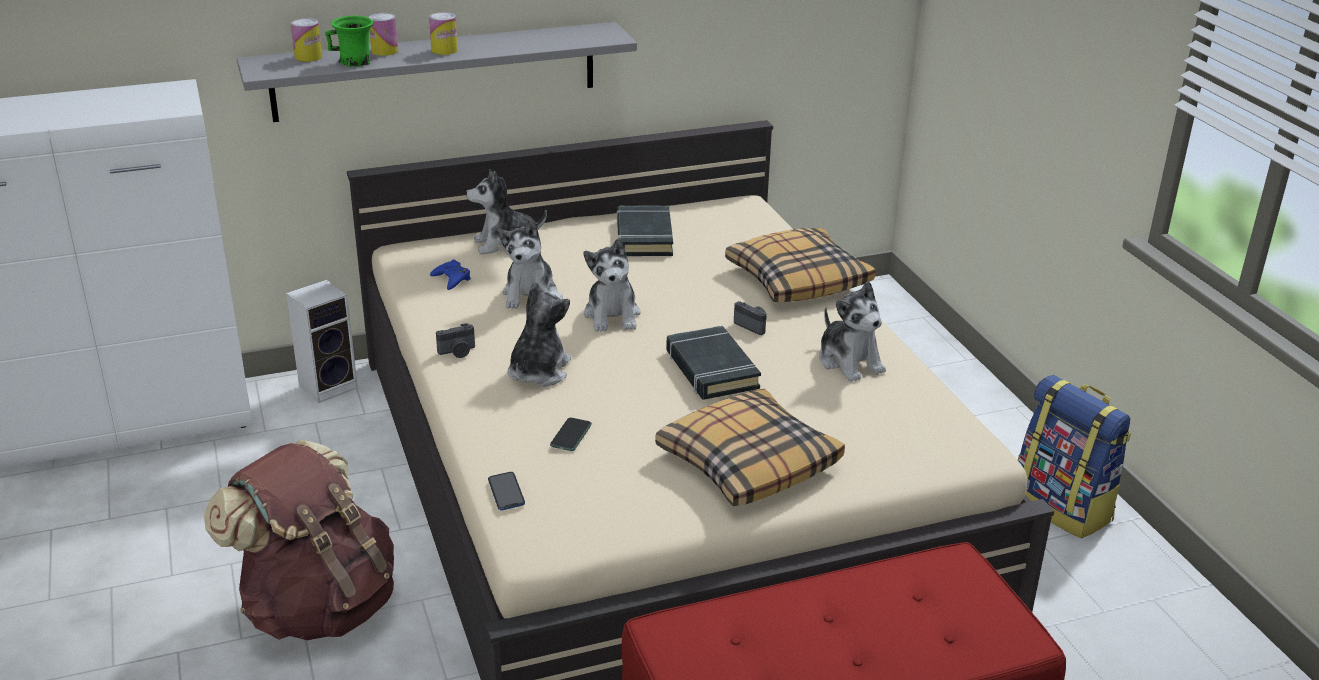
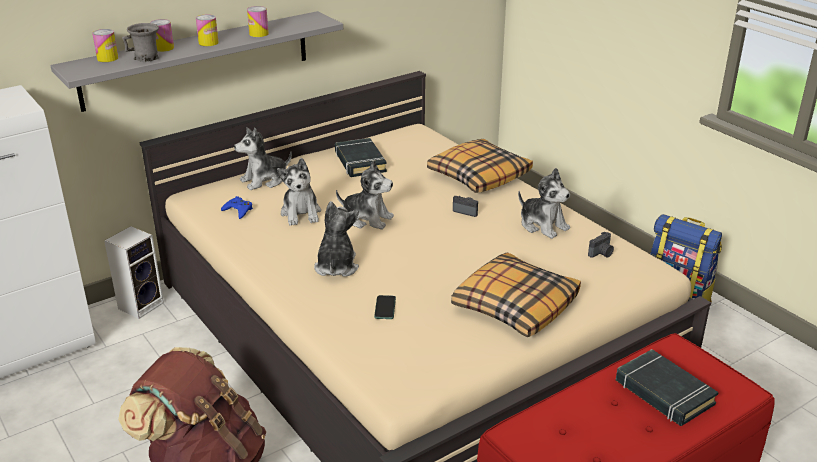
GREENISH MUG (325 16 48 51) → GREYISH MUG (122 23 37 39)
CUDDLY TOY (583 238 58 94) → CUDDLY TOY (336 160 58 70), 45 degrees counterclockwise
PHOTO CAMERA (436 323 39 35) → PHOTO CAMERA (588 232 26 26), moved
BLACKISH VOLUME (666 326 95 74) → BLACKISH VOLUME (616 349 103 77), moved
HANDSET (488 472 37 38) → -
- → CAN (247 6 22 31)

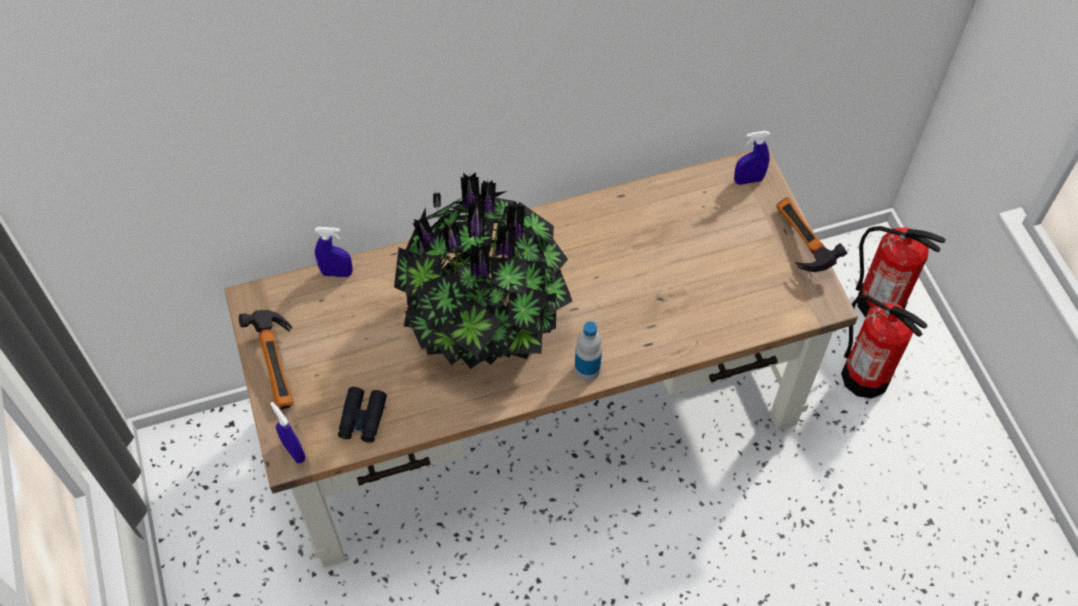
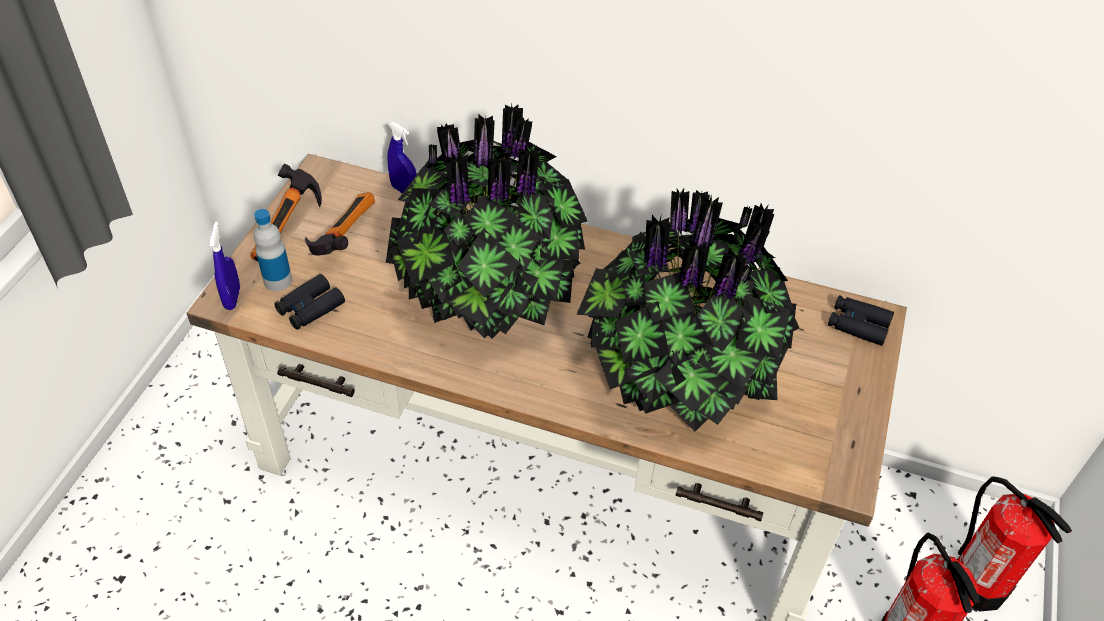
BLUISH SPRAY BOTTLE (734 131 36 54) → BLACKISH PAIR OF BINOCULARS (828 295 66 51)
TOOL HAMMER (776 197 72 75) → TOOL HAMMER (305 192 70 64), moved
BOTTLE (575 321 27 60) → BOTTLE (254 209 38 82), moved
- → PLANT IN A POT (576 189 223 243)

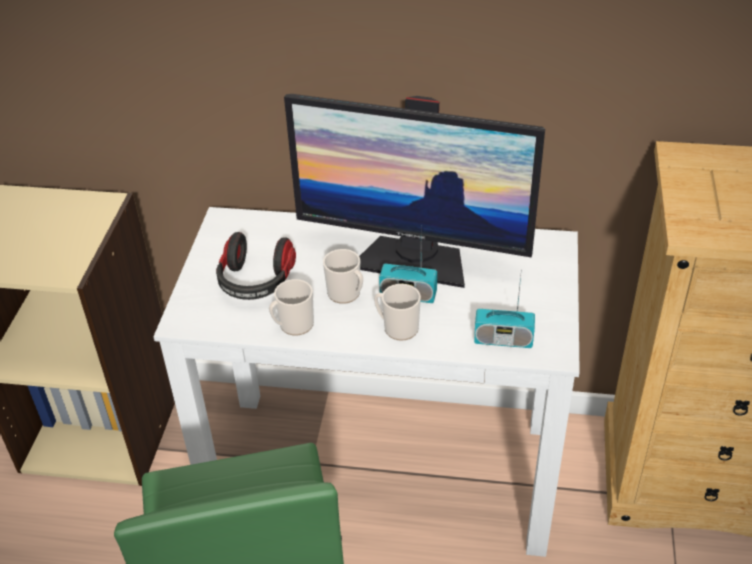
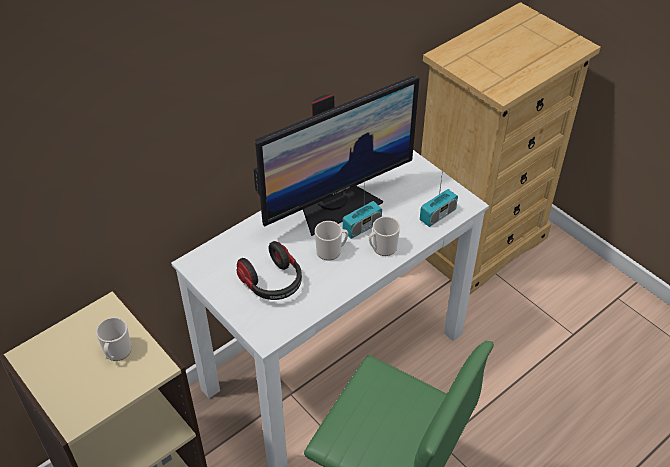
MUG (269 279 45 57) → MUG (96 317 36 44), moved

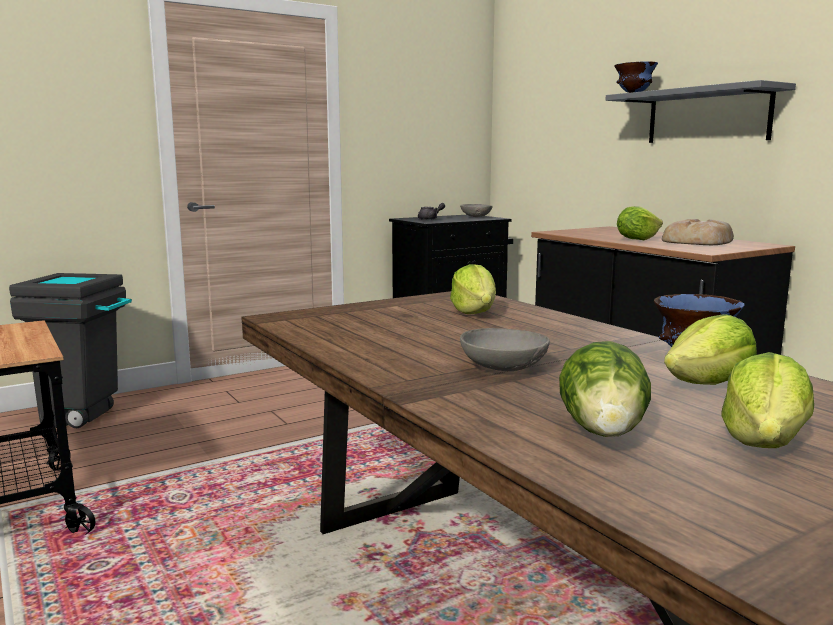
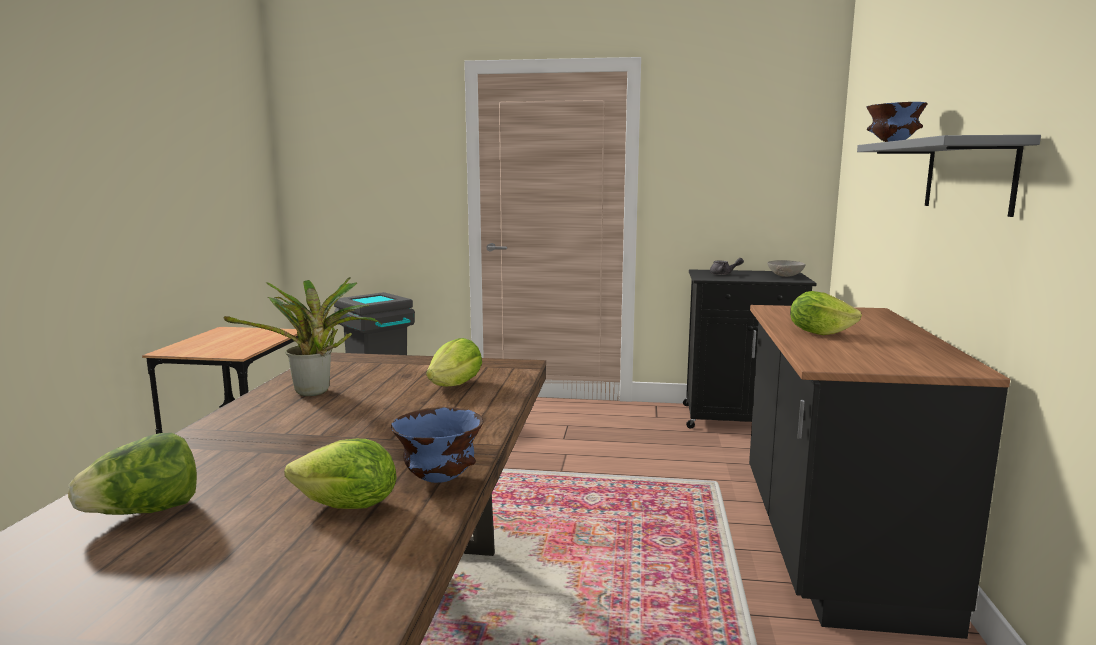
BAKED BREAD (662 219 72 26) → -
GREYISH SERVING BOWL (460 328 90 43) → -
HEAD OF LETTUCE (722 352 92 96) → -
- → PLANT IN A POT (224 277 158 119)

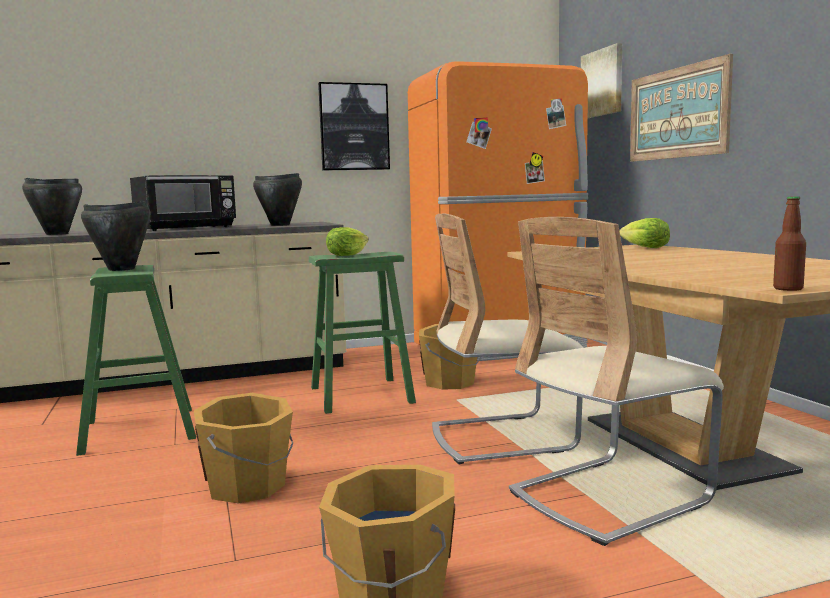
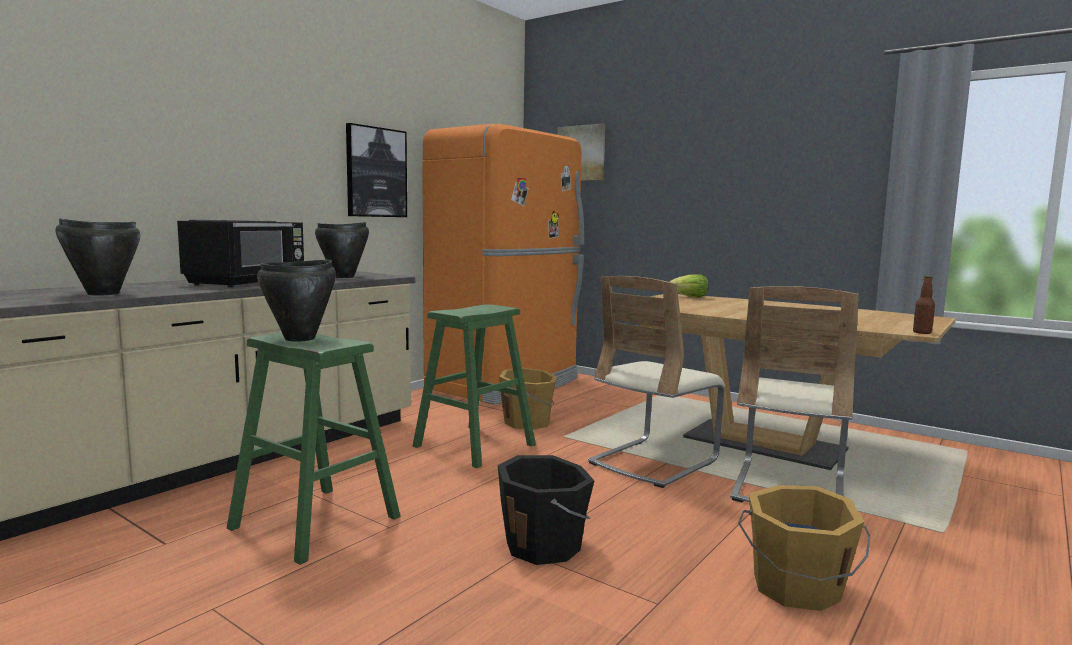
PICTURE (630 54 103 108) → -
HEAD OF LETTUCE (326 227 43 29) → -
ORANGEY PAIL (194 393 99 111) → BLACKISH PAIL (498 455 97 110)

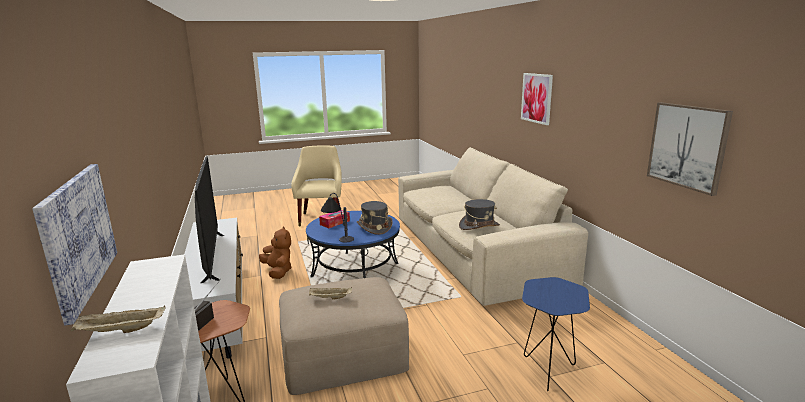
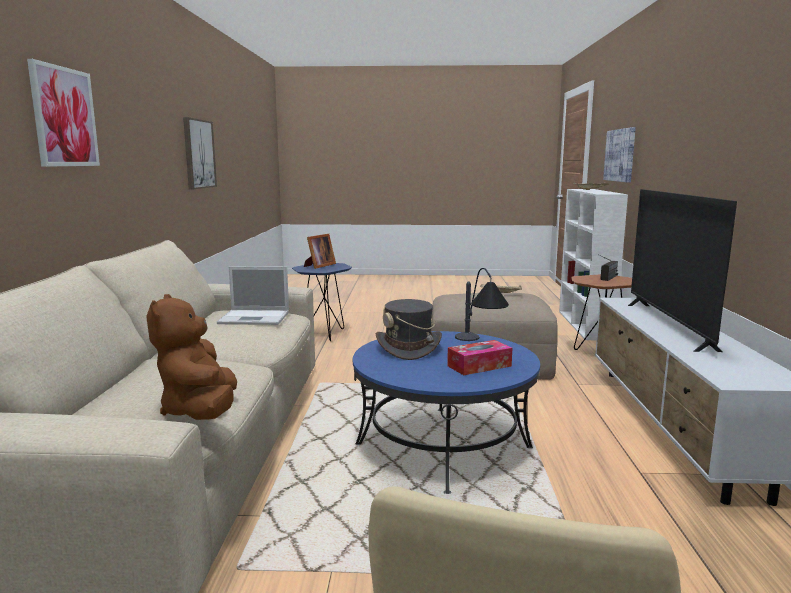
GREYISH CLOTHING HAT (459 199 41 31) → LAPTOP (217 266 72 59)
BROWN-COLOURED CUDDLY TOY (259 226 33 53) → BROWN-COLOURED CUDDLY TOY (146 294 91 126), moved
- → PICTURE FRAME (304 234 32 35)

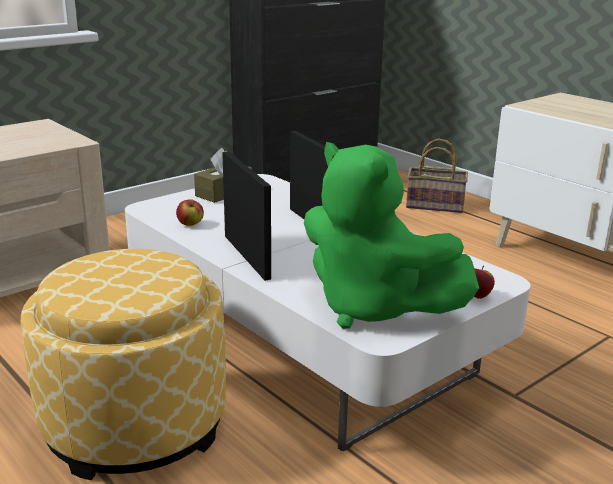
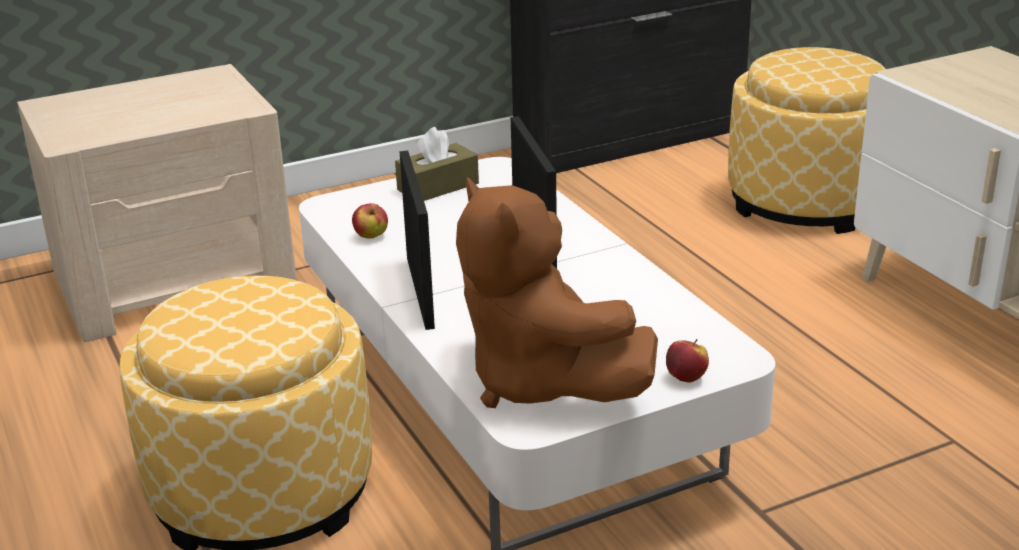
BASKET (406 138 62 75) → FOOTREST (728 47 158 187)
GREENISH CUDDLY TOY (304 142 175 187) → BROWN-COLOURED CUDDLY TOY (456 177 202 231)

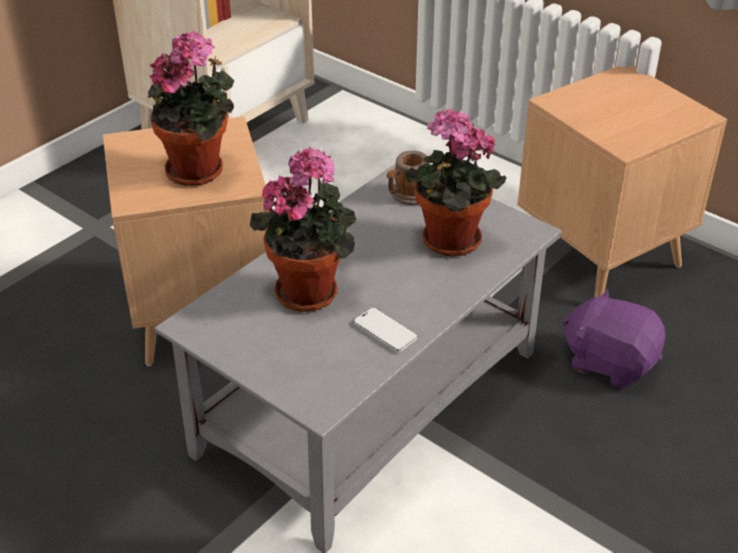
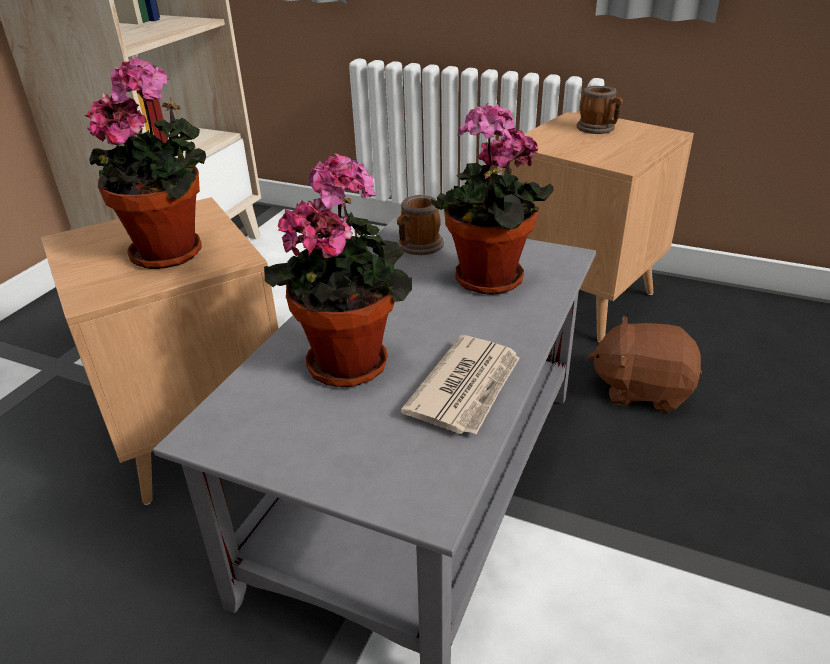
PURPLISH CUDDLY TOY (562 288 103 100) → BROWN-COLOURED CUDDLY TOY (588 315 114 97)
HANDSET (354 307 64 45) → PRINTED PAPER (401 335 119 99)
- → MUG (577 86 46 48)

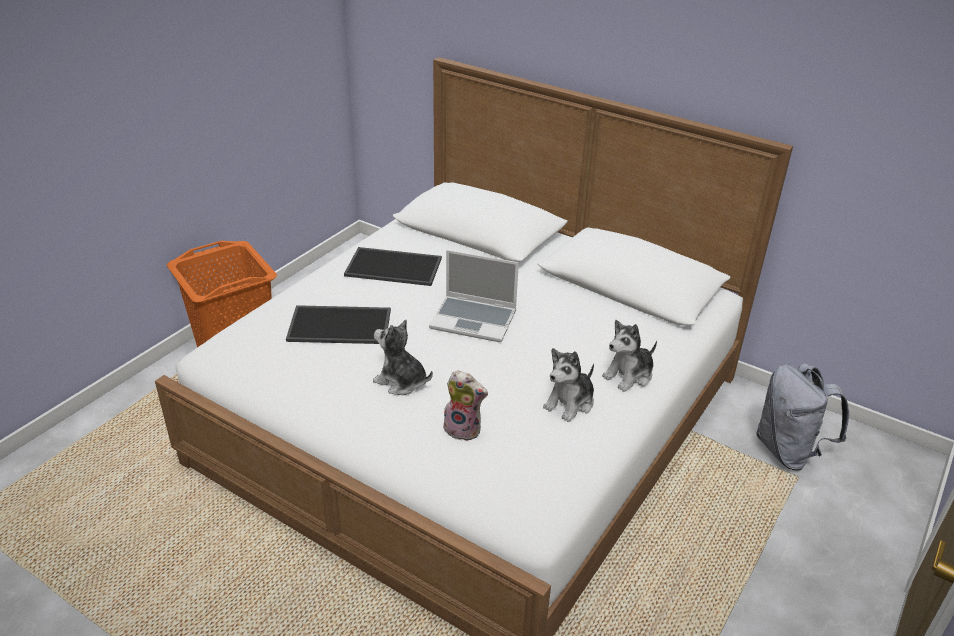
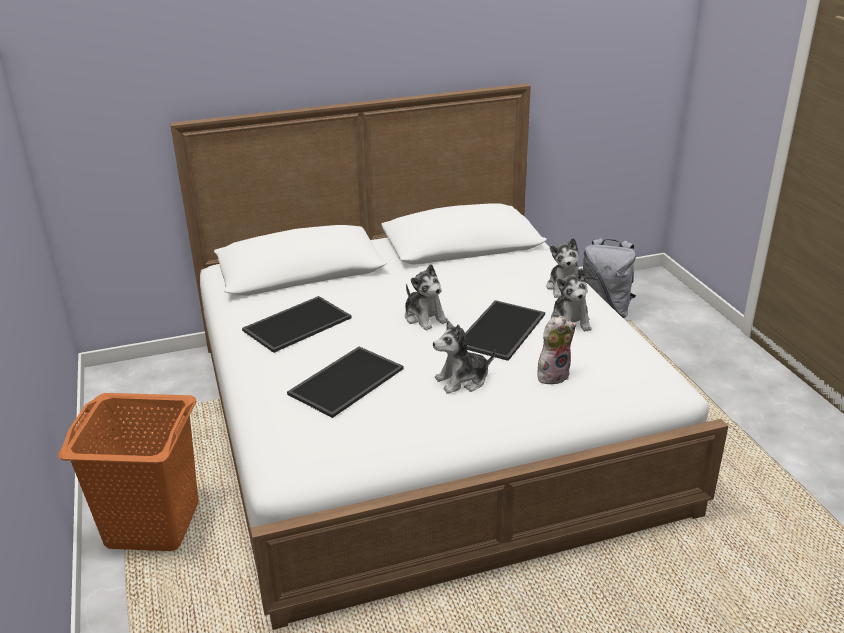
LAPTOP (429 250 90 92) → CUDDLY TOY (405 264 43 66)
- → CARRYING TRAY (465 300 80 61)

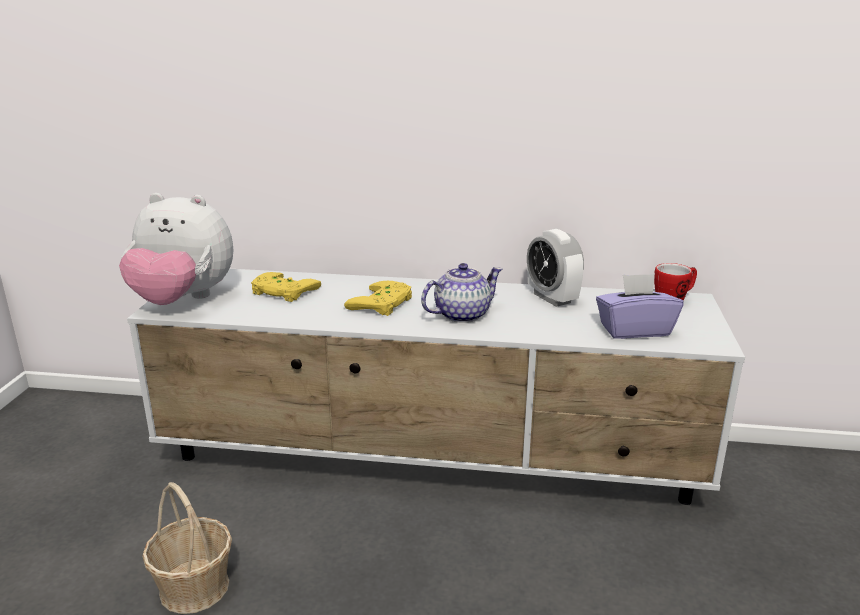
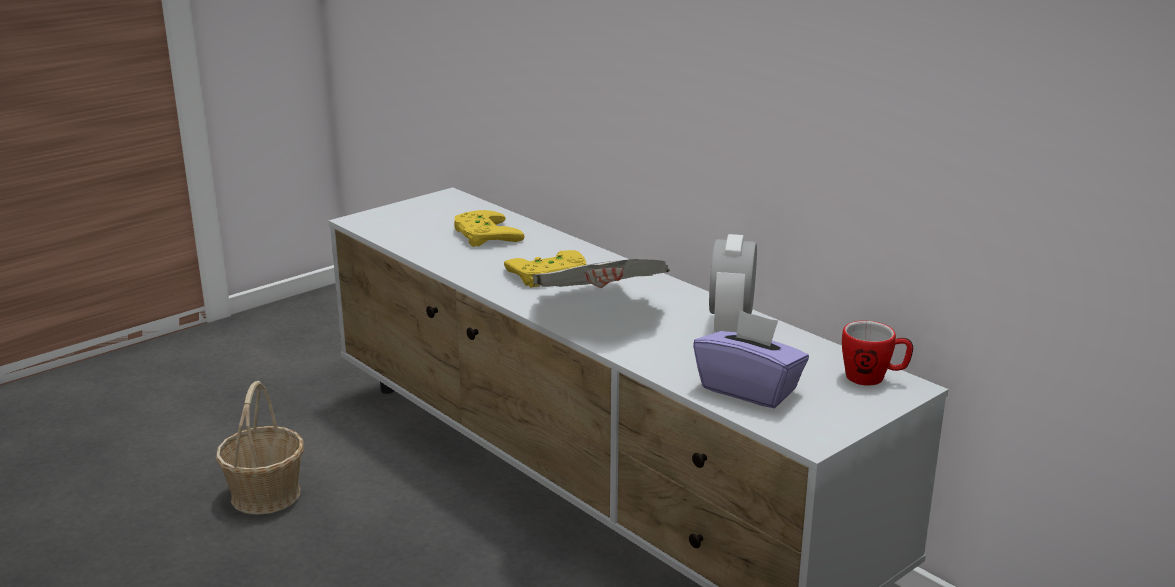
CUDDLY TOY (119 193 114 112) → -
TEA POT (421 263 81 60) → PRINTED PAPER (532 259 138 29)

